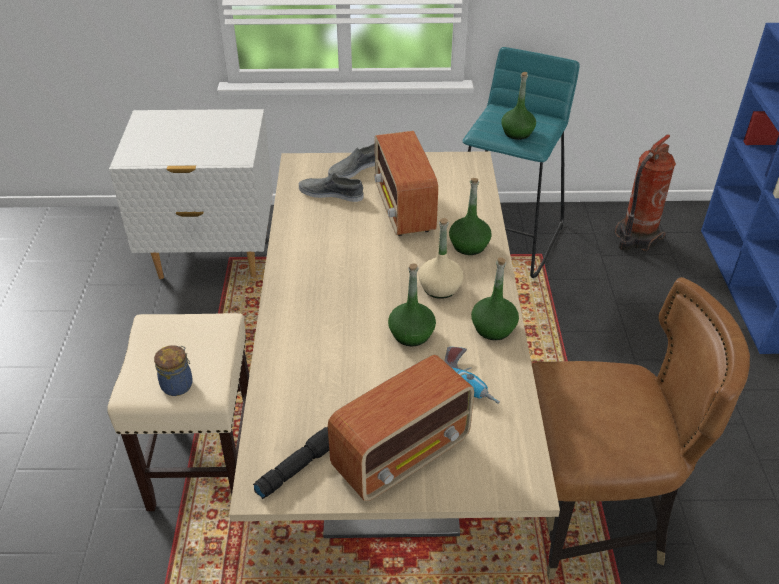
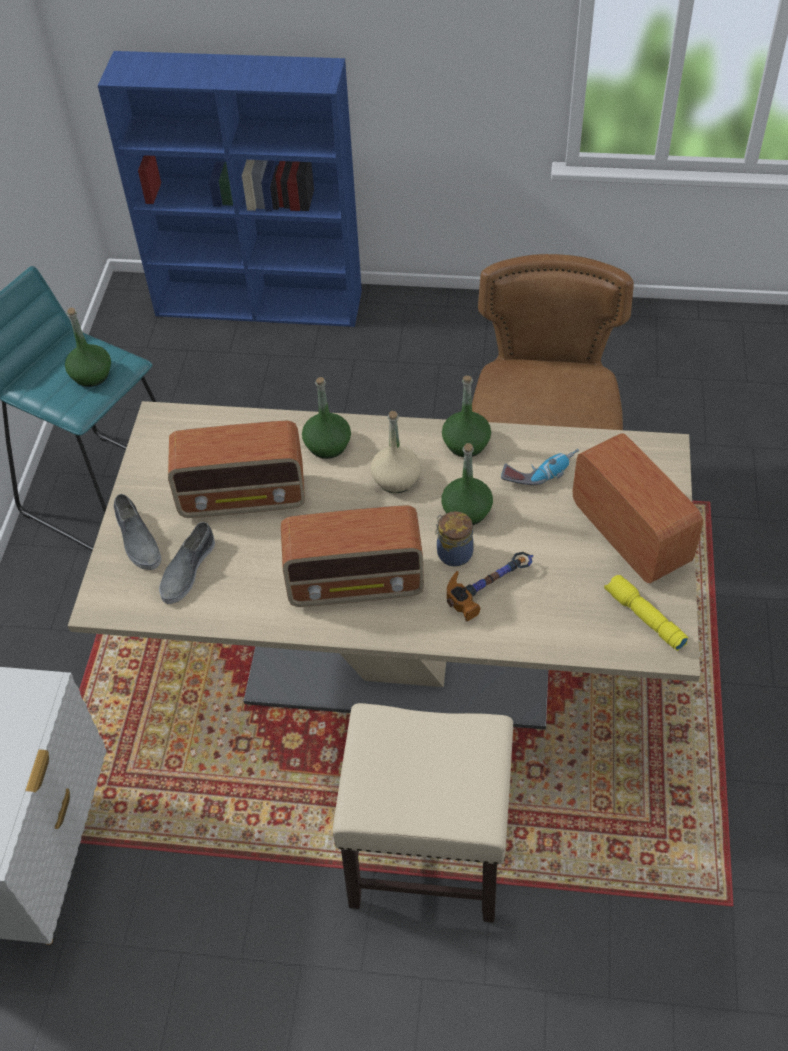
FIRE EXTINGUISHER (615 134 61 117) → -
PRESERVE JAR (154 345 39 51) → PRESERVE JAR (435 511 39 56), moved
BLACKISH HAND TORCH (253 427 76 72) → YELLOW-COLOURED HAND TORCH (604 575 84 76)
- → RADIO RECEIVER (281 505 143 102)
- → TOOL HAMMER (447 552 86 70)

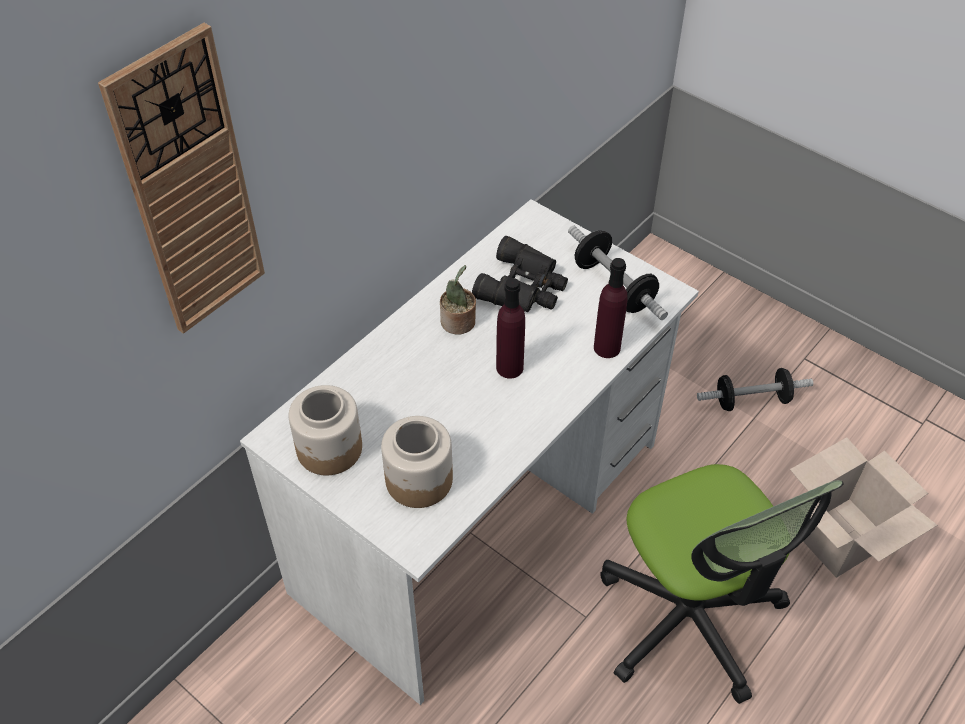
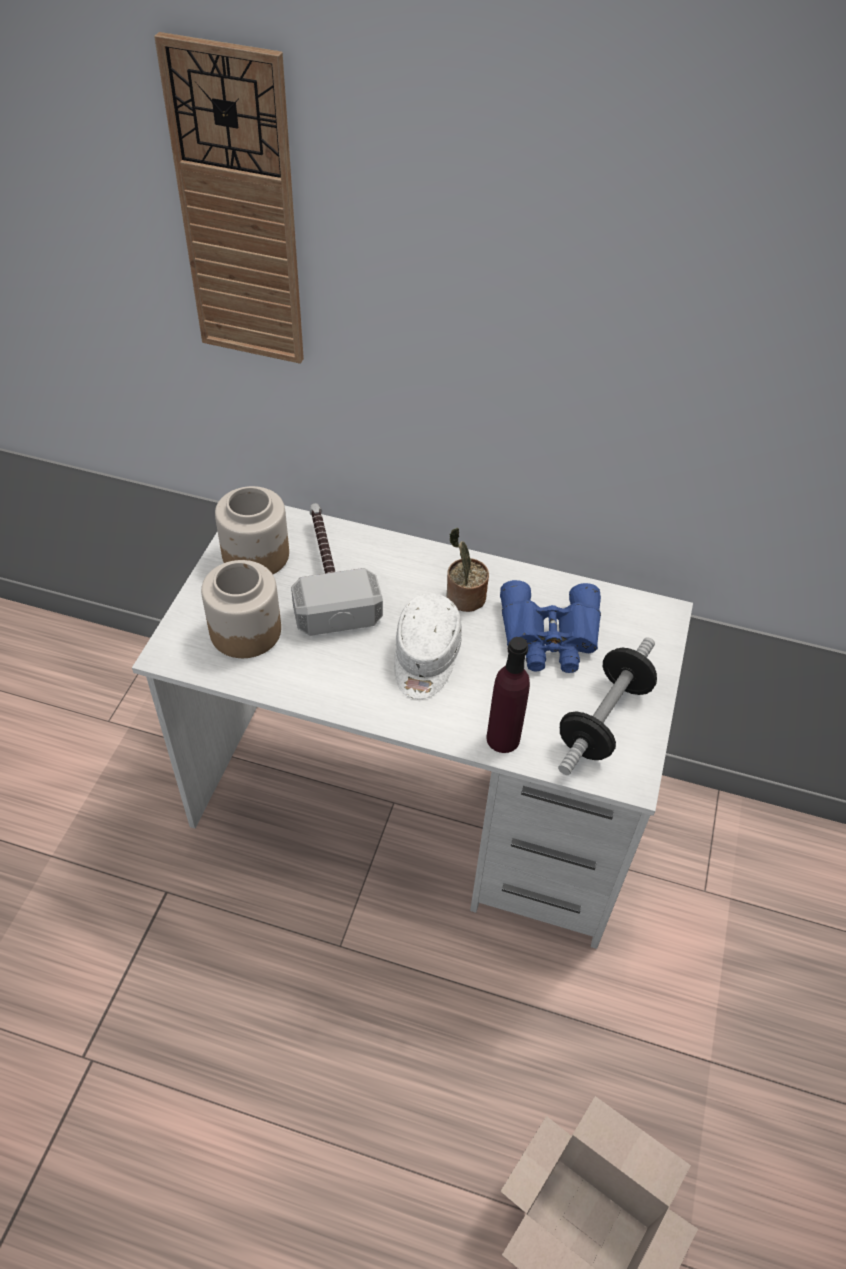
BLACKISH PAIR OF BINOCULARS (472 236 96 76) → BLUISH PAIR OF BINOCULARS (500 580 101 93)
PURPLISH BOTTLE (496 278 29 101) → WHITE-COLOURED PEAKED CAP (394 593 68 106)
HAND WEIGHT (697 368 116 43) → -
COMPUTER CHAIR (600 464 244 240) → -
- → TOOL HAMMER (291 503 92 133)

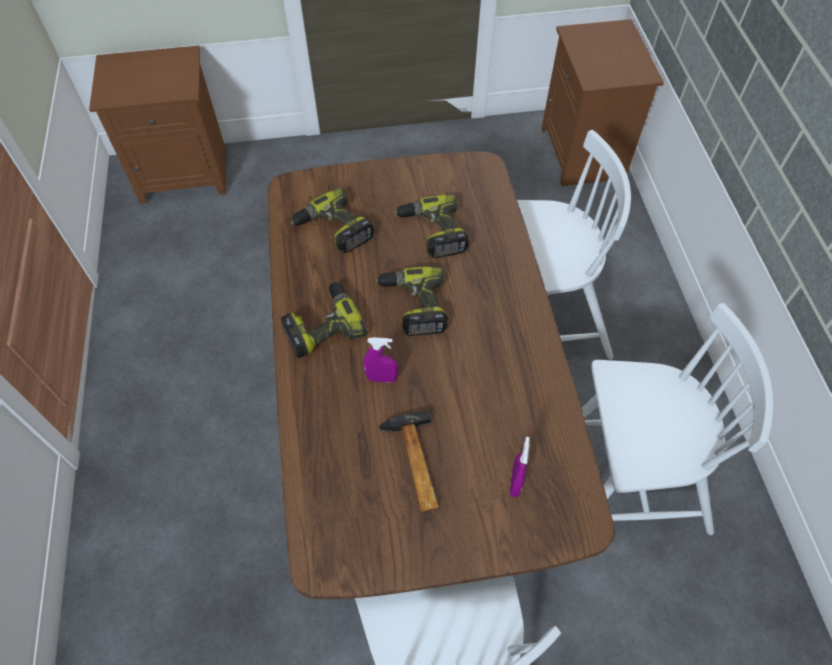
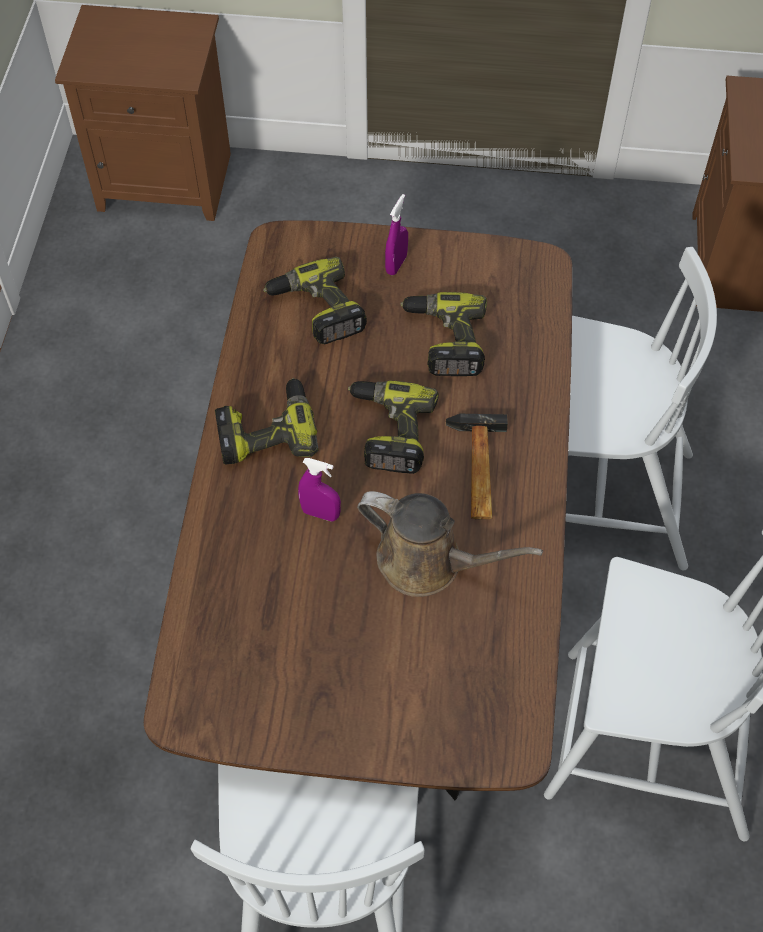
TOOL HAMMER (379 410 60 102) → TOOL HAMMER (446 414 62 106), moved
PURPLISH SPRAY BOTTLE (510 437 20 60) → PURPLISH SPRAY BOTTLE (385 194 23 81), moved
- → BROWN-COLOURED WATERING CAN (357 491 186 106)

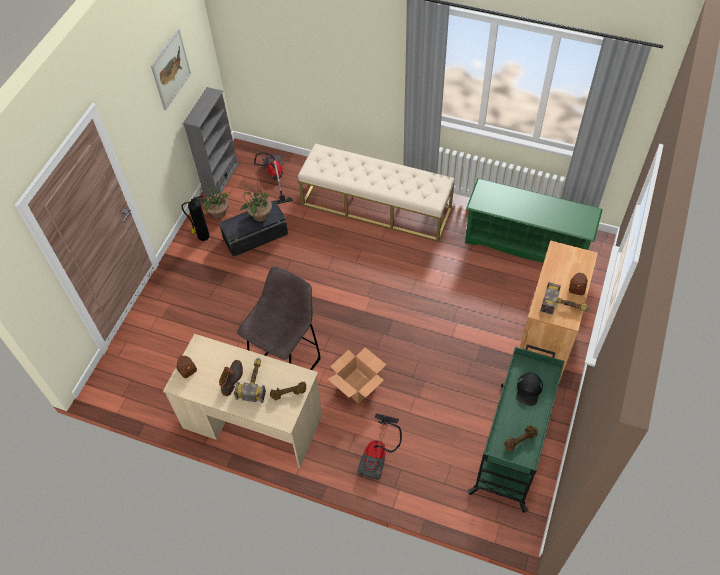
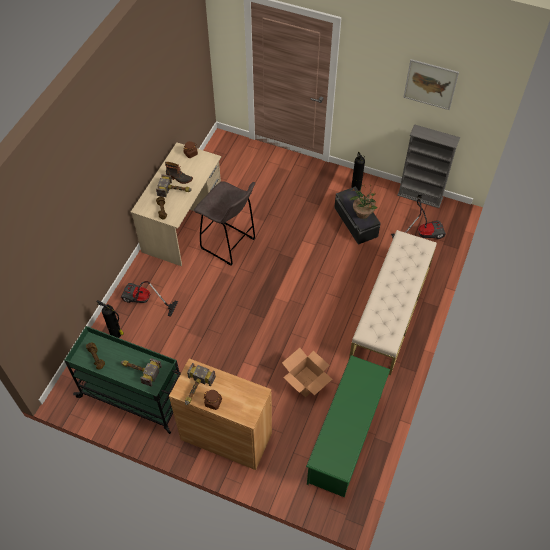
PLANT IN A POT (199 180 31 39) → -
PACKING BOX (328 347 58 57) → PACKING BOX (282 348 50 50), moved
BLACKISH PEAKED CAP (516 373 27 33) → TOOL HAMMER (121 358 41 29)
- → FIRE EXTINGUISHER (96 300 28 38)

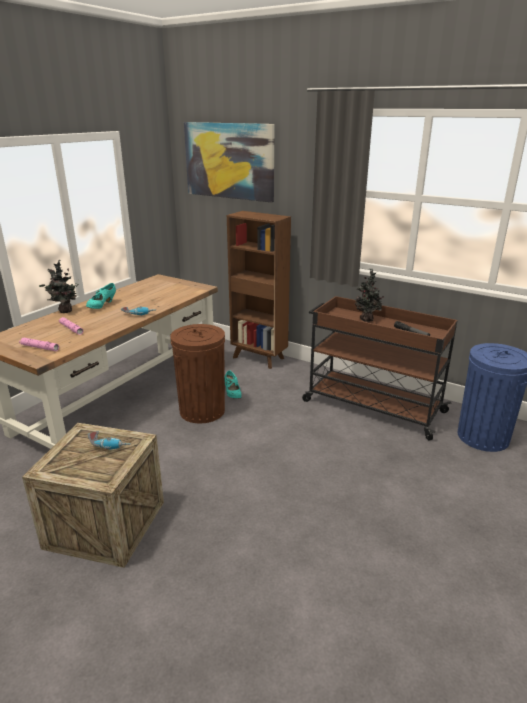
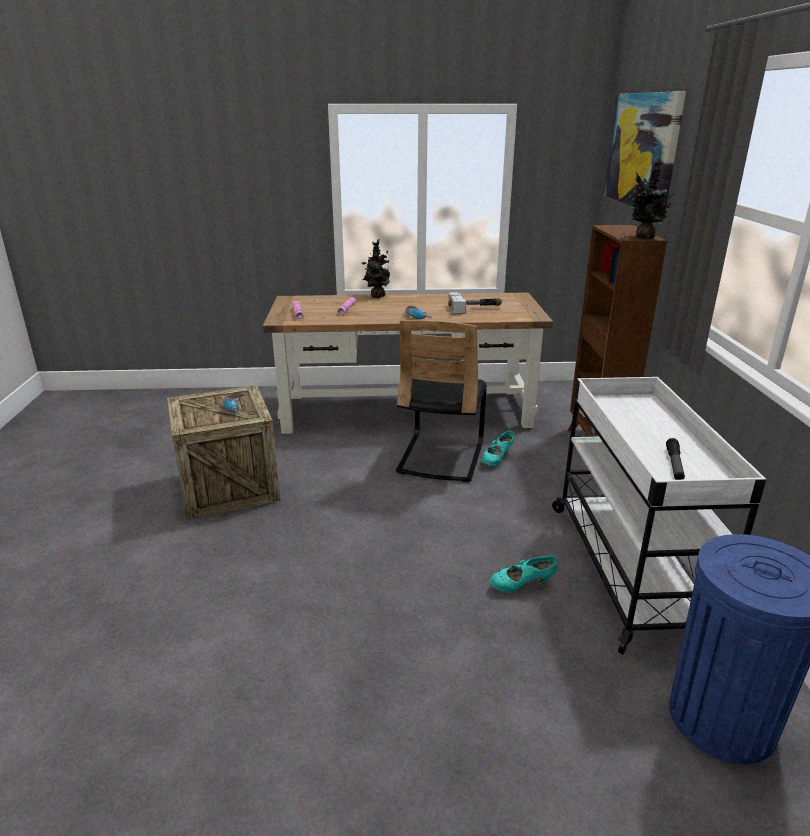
PLANT IN A POT (355 269 29 53) → PLANT IN A POT (629 157 45 82), moved
BLUE-GREEN SHOE (86 283 30 26) → BLUE-GREEN SHOE (490 556 68 36), moved
BROWN-COLOURED TROLLEY (302 296 156 144) → WHITE-COLOURED TROLLEY (552 377 214 277)
BROWN-COLOURED RUBBISH BIN (170 324 55 99) → BLACKISH UPRIGHT CHAIR (396 320 91 162)
- → TOOL HAMMER (448 292 54 22)

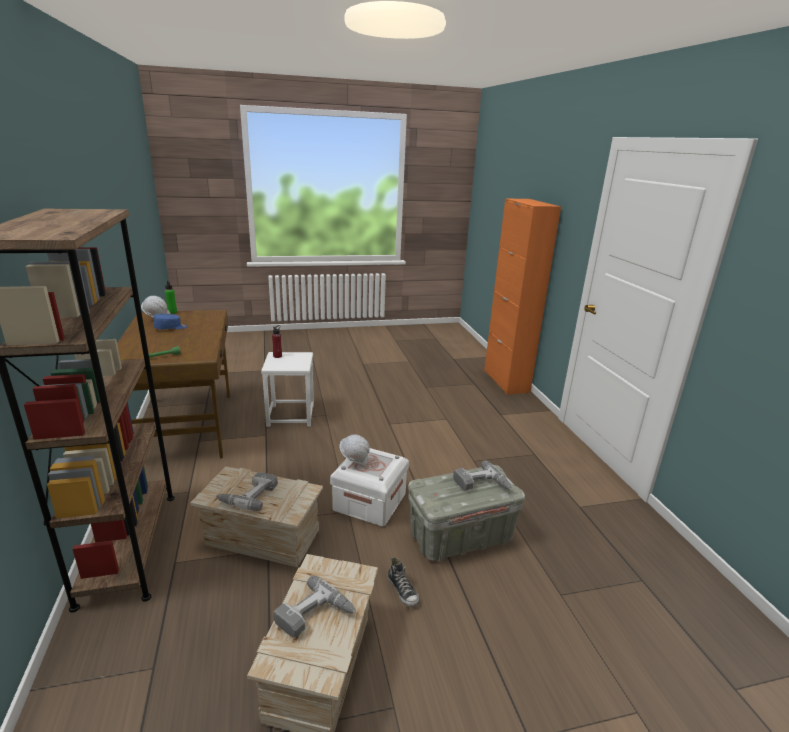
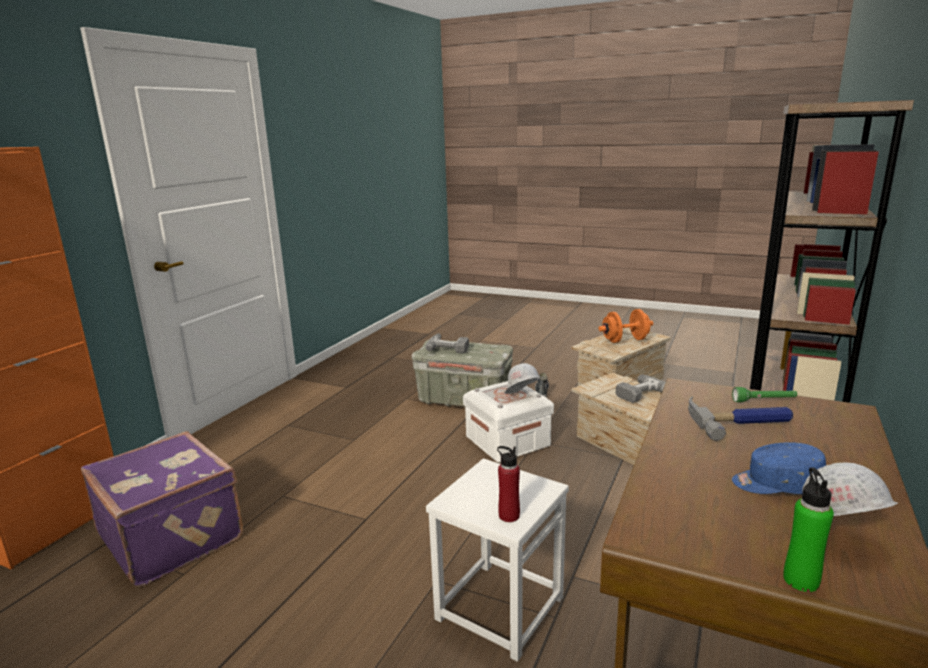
POWER DRILL (273 575 83 63) → ORANGEY HAND WEIGHT (599 309 54 34)
- → TOOL HAMMER (688 396 105 45)
- → PURPLISH SUITCASE (81 431 162 156)

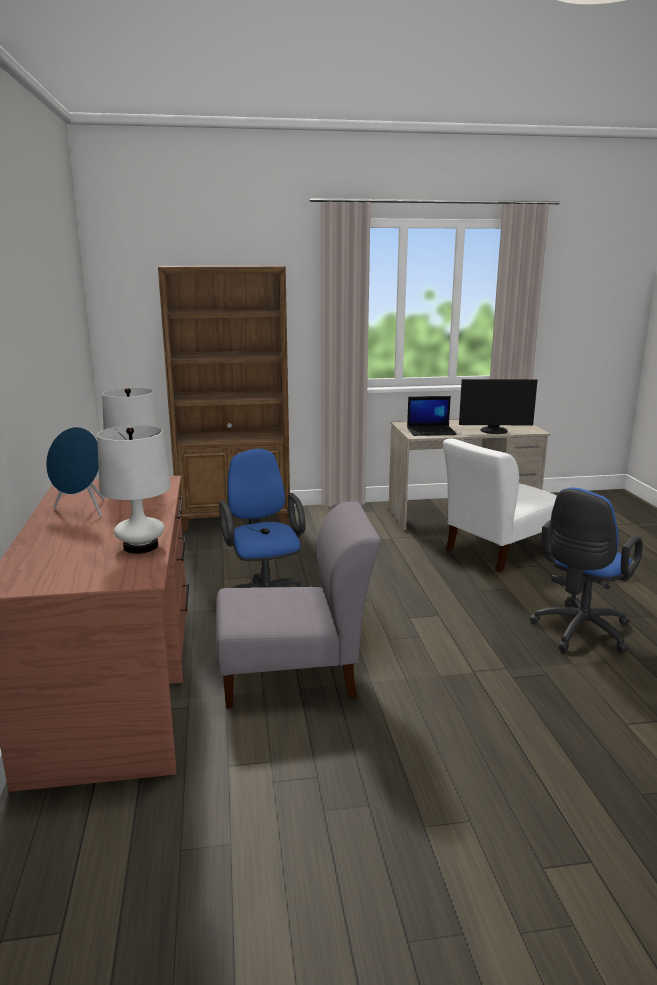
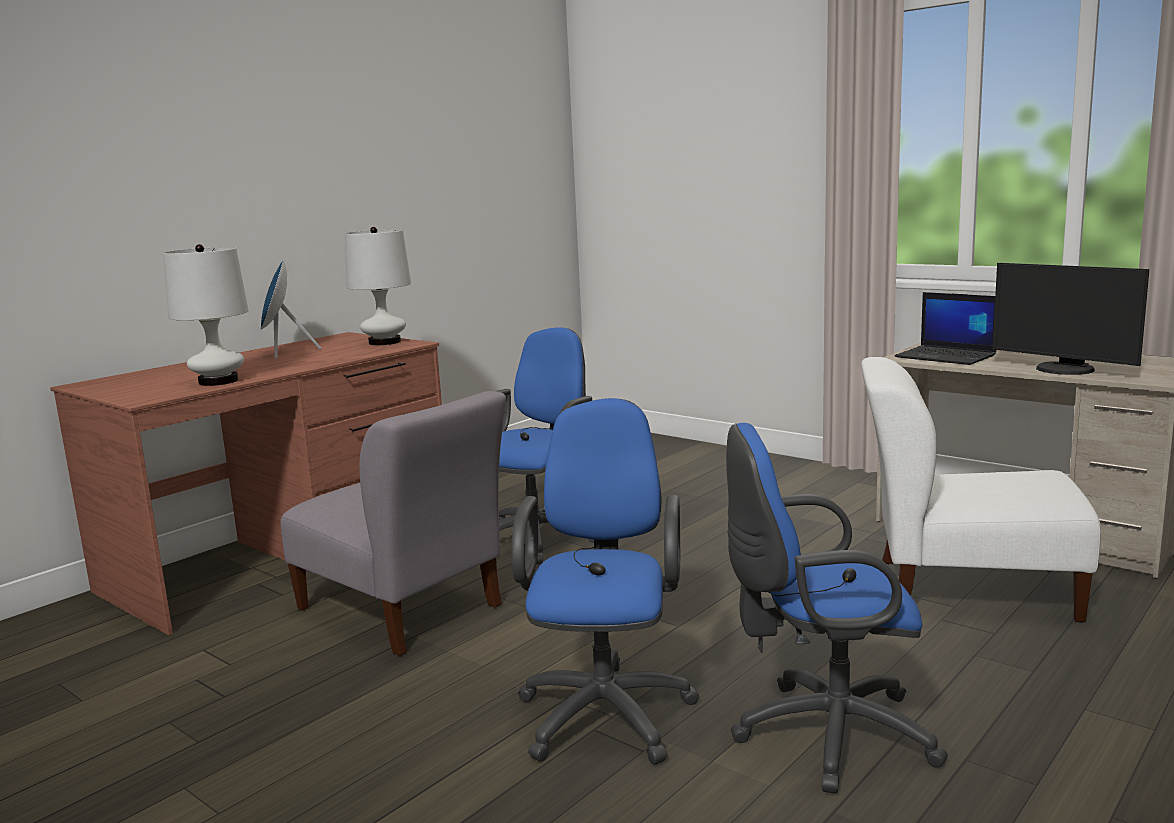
BROWN-COLOURED SHELVING UNIT (158 265 132 266) → -
- → BLUISH COMPUTER CHAIR (511 398 188 367)

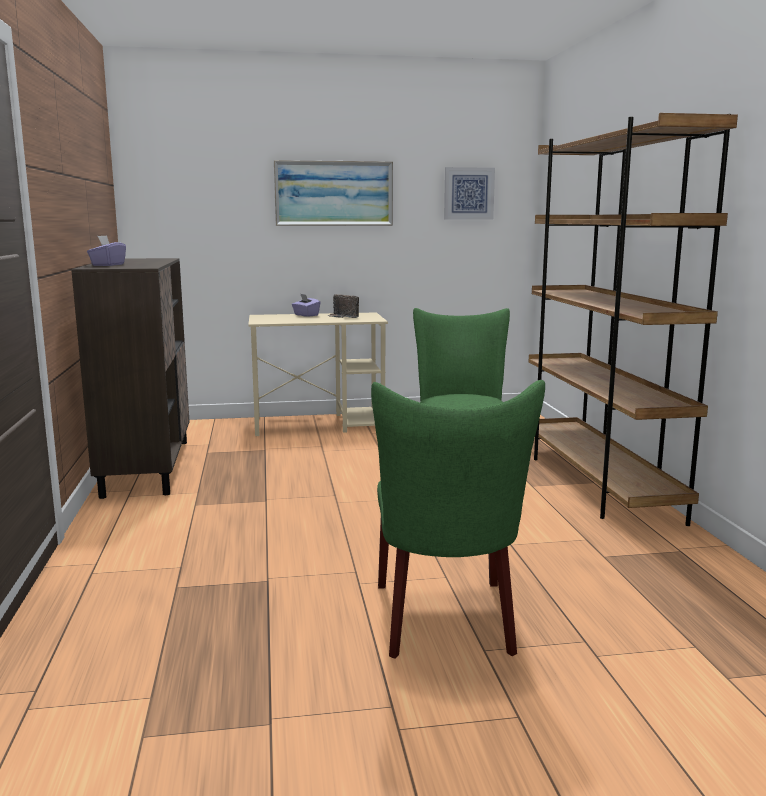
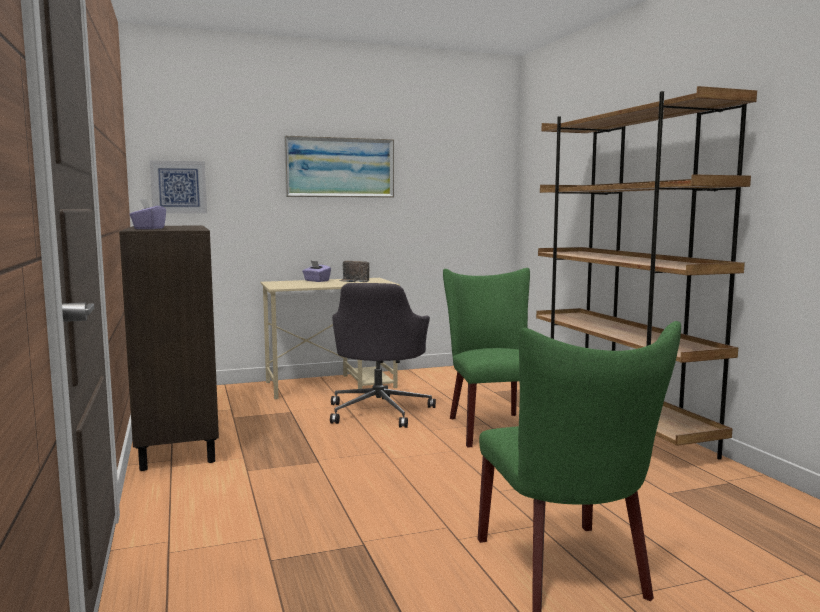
PICTURE (444 167 51 52) → PICTURE (150 160 57 54), moved
- → GREYISH COMPUTER CHAIR (330 283 106 145)

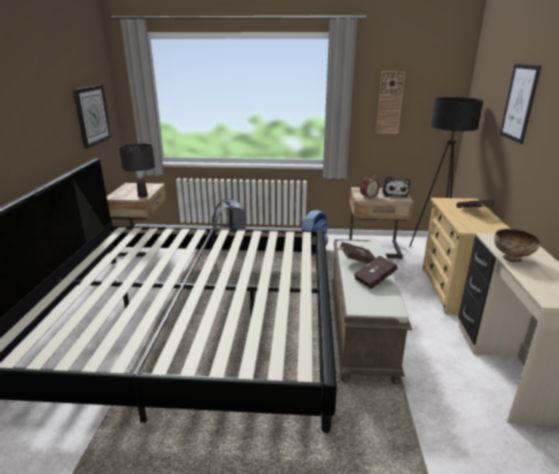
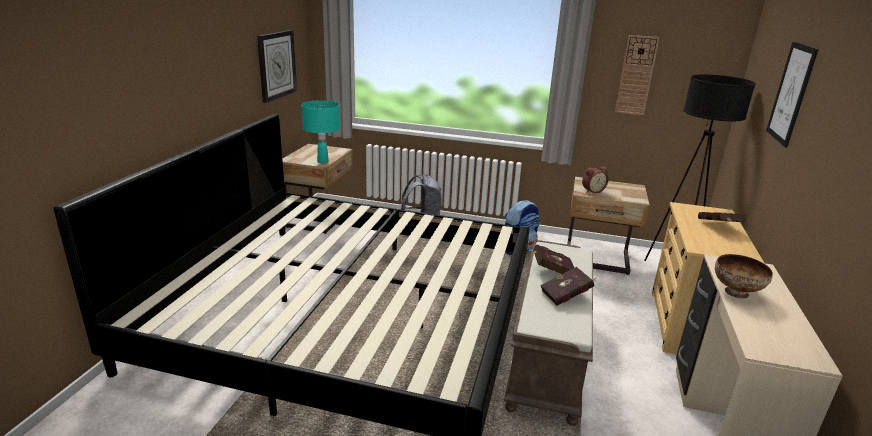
BLACKISH TABLE LAMP (119 144 36 53) → BLUE-GREEN TABLE LAMP (301 100 39 63)
CUDDLY TOY (382 176 28 21) → -

